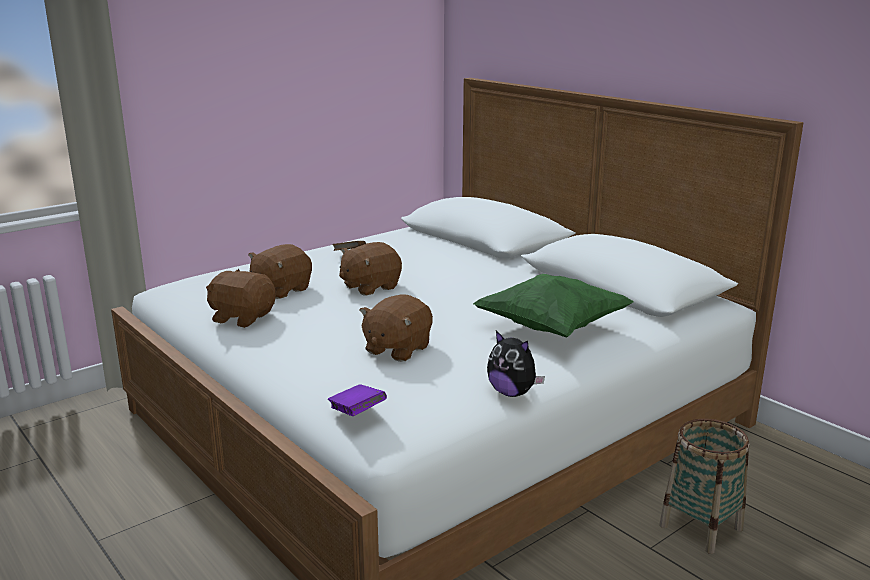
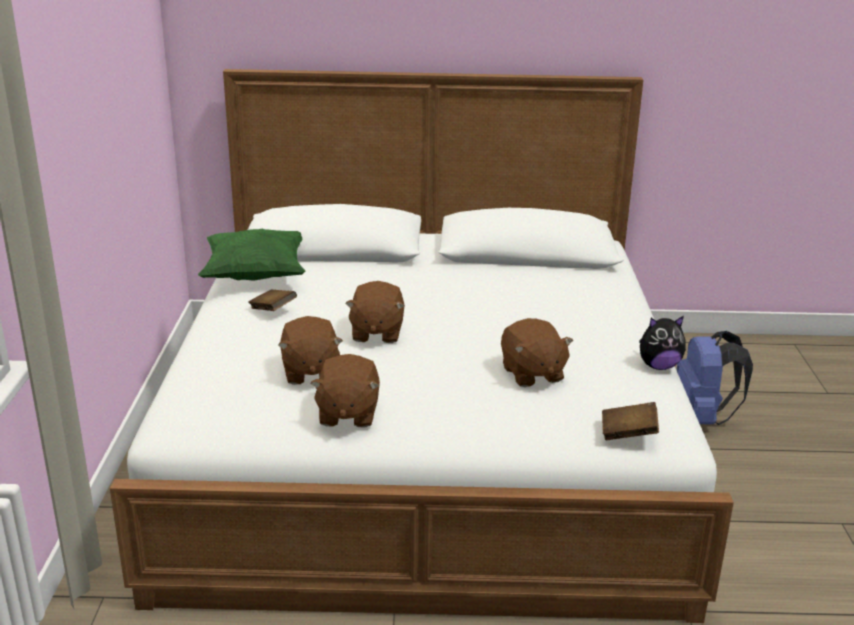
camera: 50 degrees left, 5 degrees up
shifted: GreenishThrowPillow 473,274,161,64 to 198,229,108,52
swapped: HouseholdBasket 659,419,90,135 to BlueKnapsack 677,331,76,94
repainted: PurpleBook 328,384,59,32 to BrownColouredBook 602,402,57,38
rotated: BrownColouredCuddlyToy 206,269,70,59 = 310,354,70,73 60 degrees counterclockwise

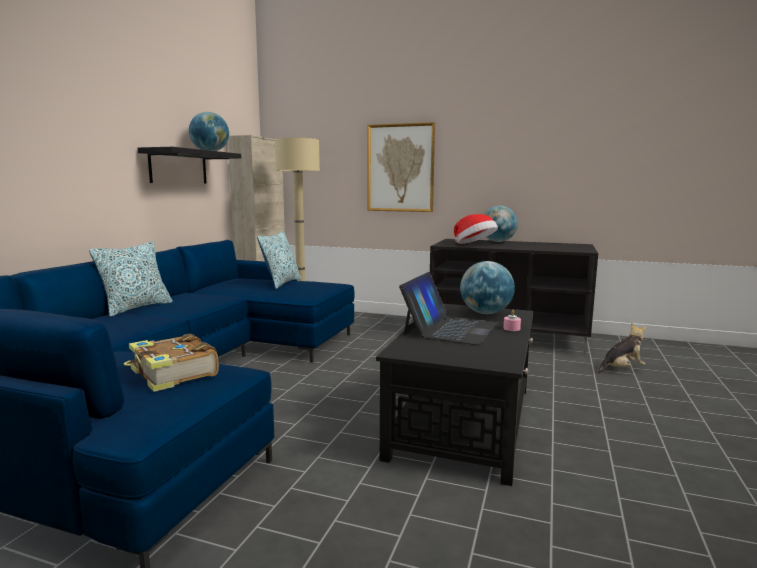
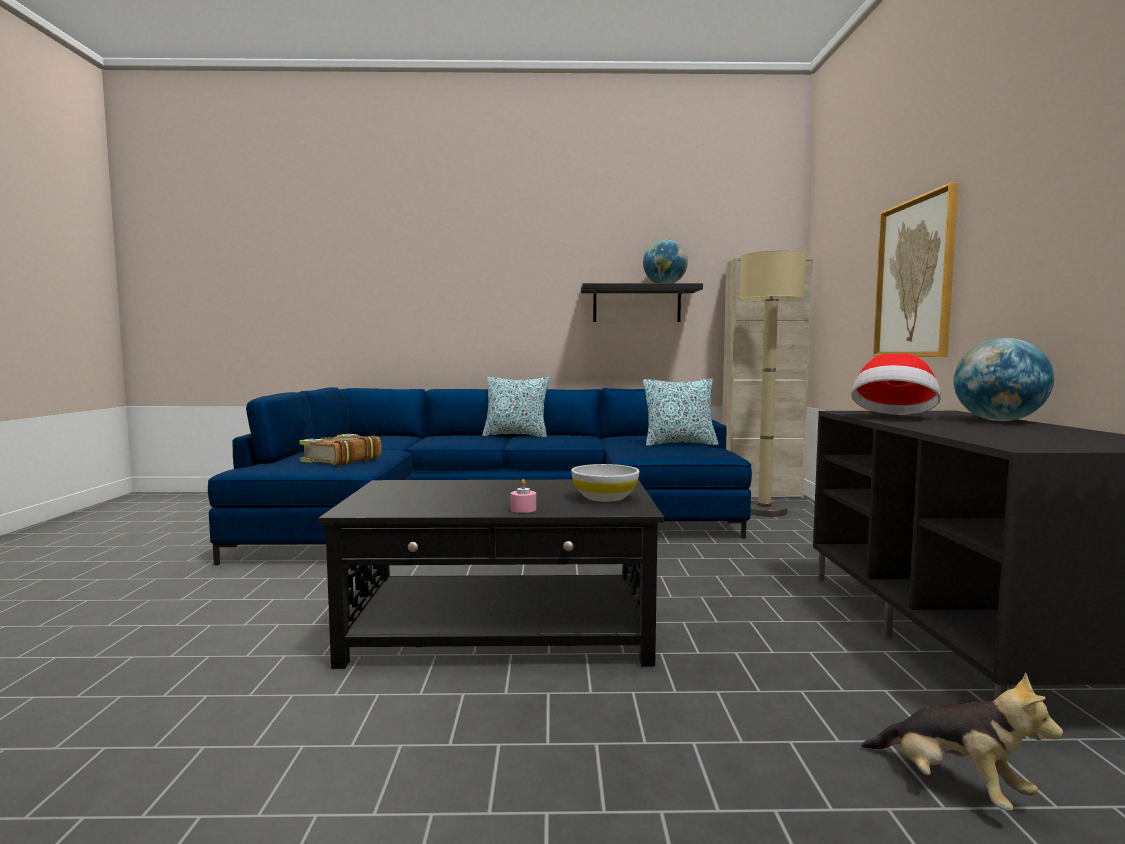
camera: 70 degrees right, 5 degrees down
gone: NotebookComputer 399,272,98,73
swapped: Globe 460,261,55,53 to WhiteColouredDeepDish 571,464,68,38

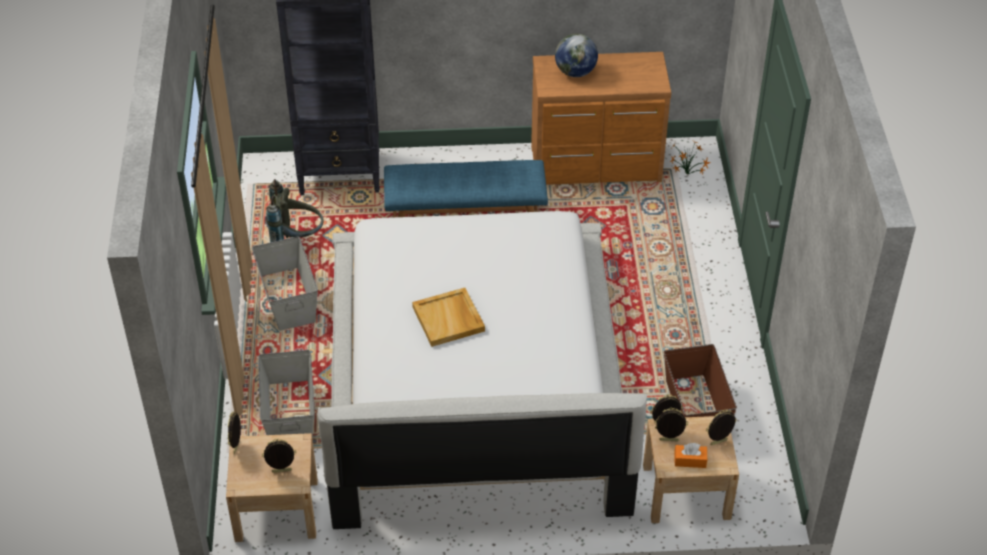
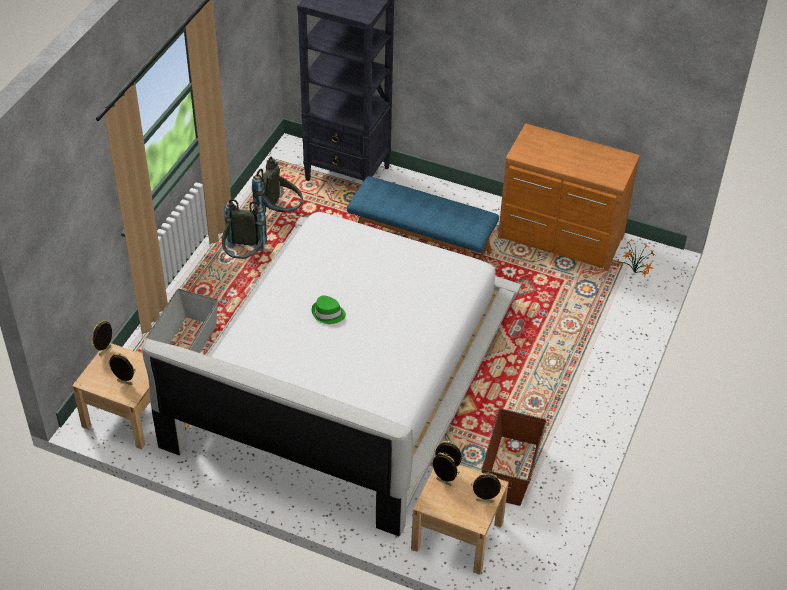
camera: 25 degrees right, 0 degrees up
gone: Globe 555,34,43,43; OrangeBoxOfTissues 675,443,32,25
swapped: GreyishStorageBox 252,236,66,95 to GreyishKnapsack 222,199,45,60; BeigeServingTray 412,288,73,59 to GreenishHat 312,295,34,29

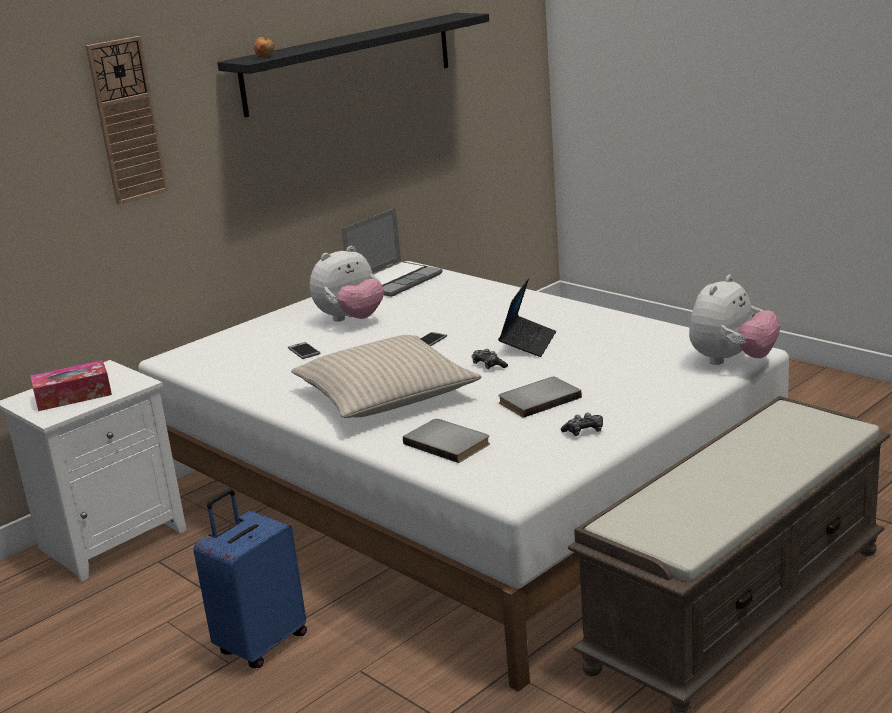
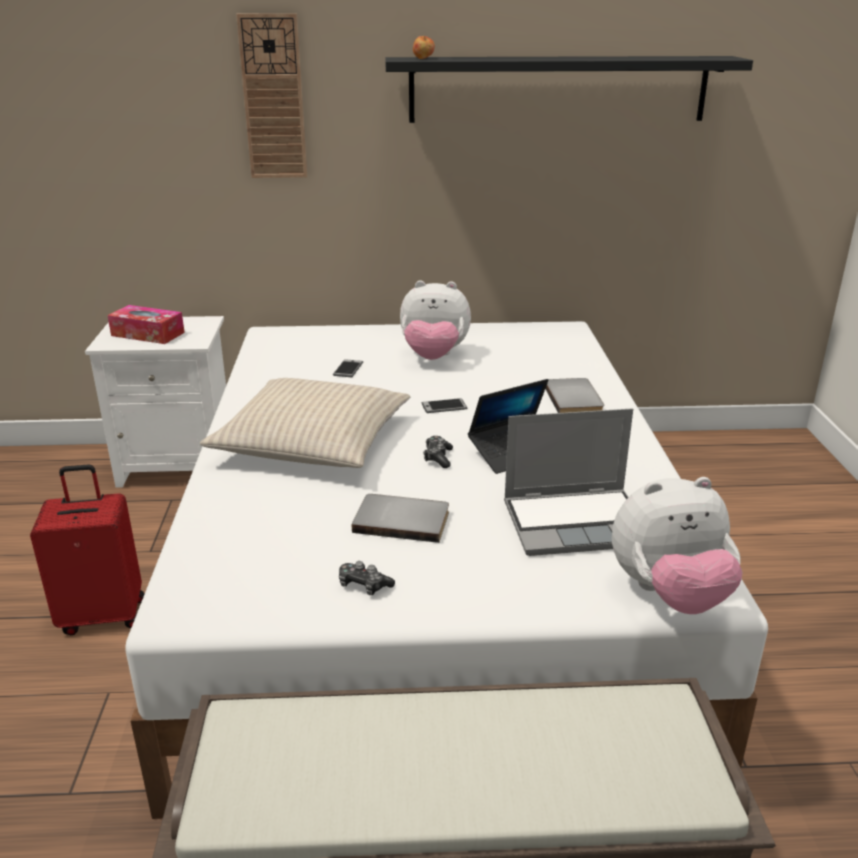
camera: 40 degrees right, 5 degrees up
shifted: NotebookComputer 341,208,101,89 to 504,408,129,148; GreyishBook 403,419,87,44 to 546,378,58,35
repainted: BlueTravelCase 193,488,114,180 to RedColouredTravelCase 30,464,115,171

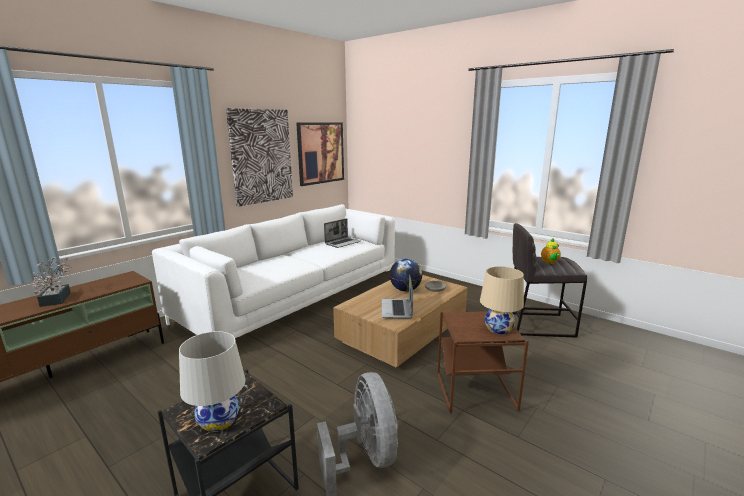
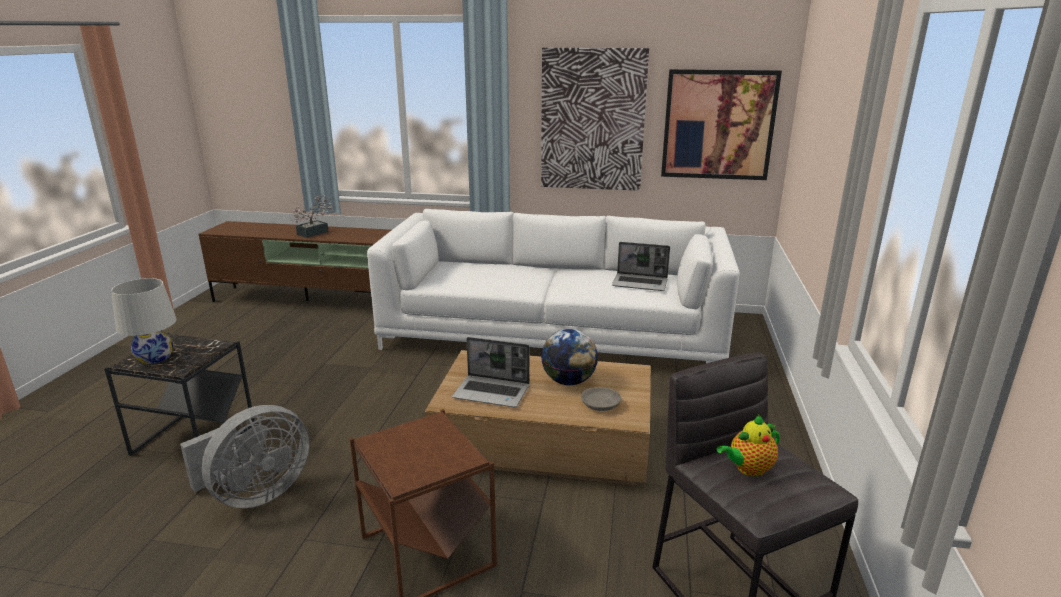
camera: 60 degrees right, 5 degrees up
gone: BeigeTabletopLamp 480,266,44,69
rotated: NotebookComputer 382,275,31,44 = 452,337,78,70 135 degrees counterclockwise

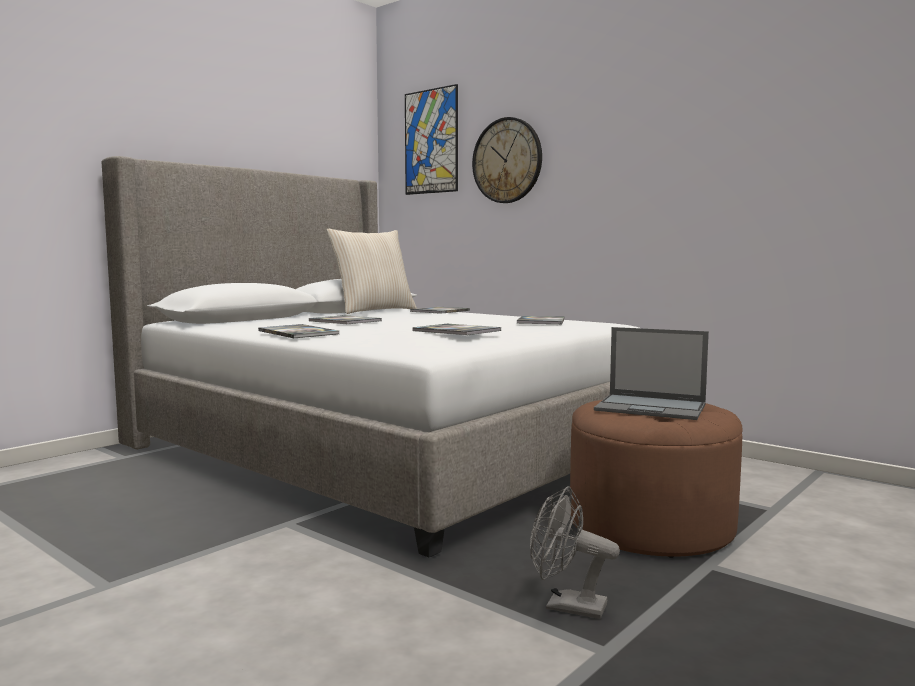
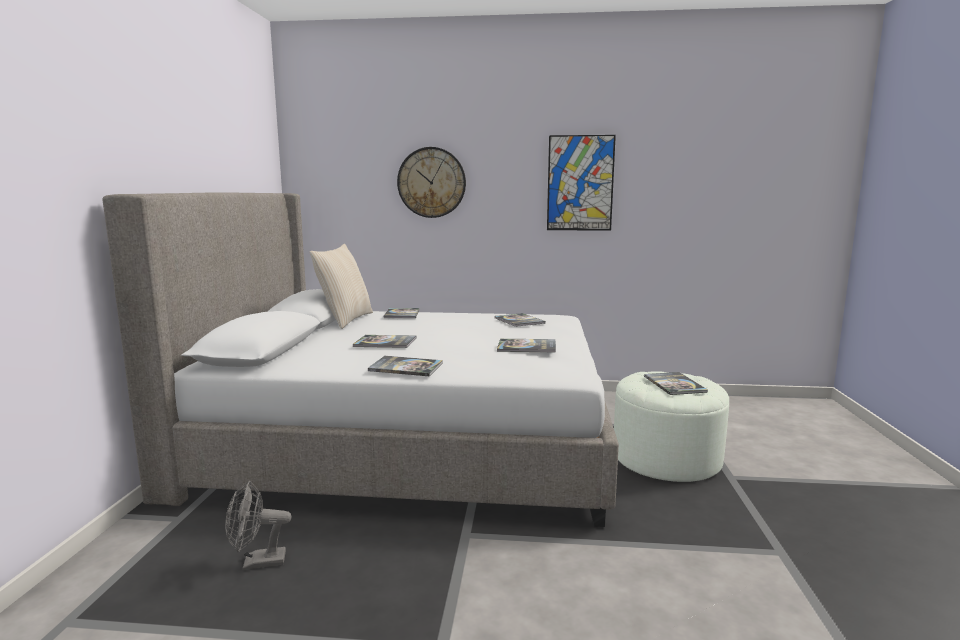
camera: 35 degrees left, 5 degrees up
shifted: WallArt 405,84,53,111 to 547,135,69,96; GreyishFan 530,486,90,133 to 225,481,66,89
swapped: NotebookComputer 594,327,115,93 to Book 644,372,64,23
repainted: BrownColouredFootrest 570,400,173,158 to WhiteColouredFootrest 614,371,115,111

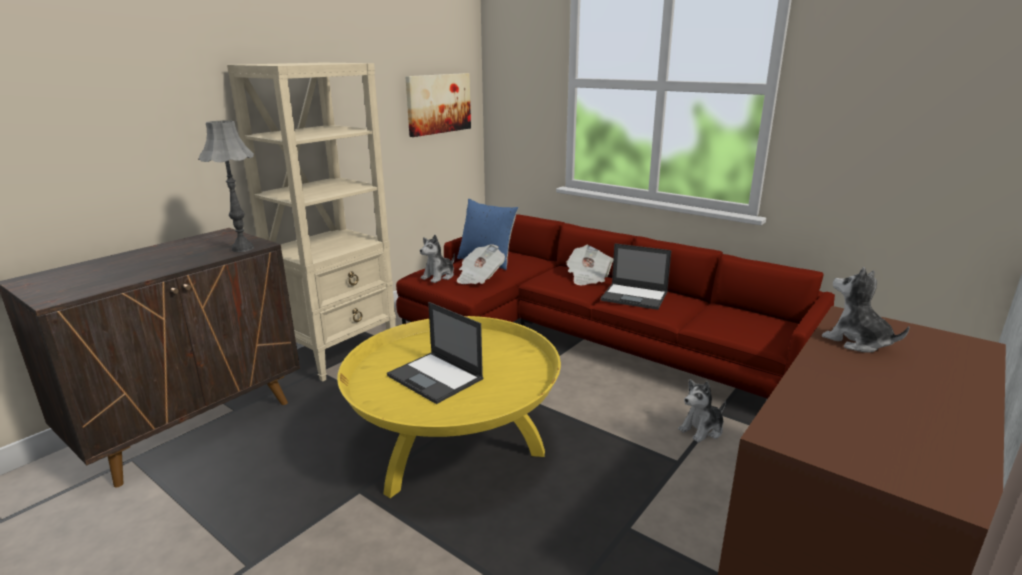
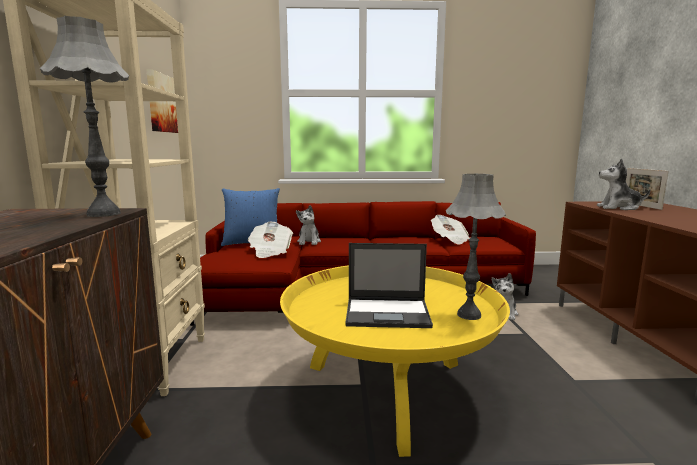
camera: 40 degrees left, 10 degrees down
gone: NotebookComputer 600,243,71,67
new: GreyishTabletopLamp 446,174,60,146; PictureFrame 626,168,43,42
shifted: CuddlyToy 420,235,35,48 to 296,205,25,40; DailyPaper 566,244,47,41 to 431,215,39,30

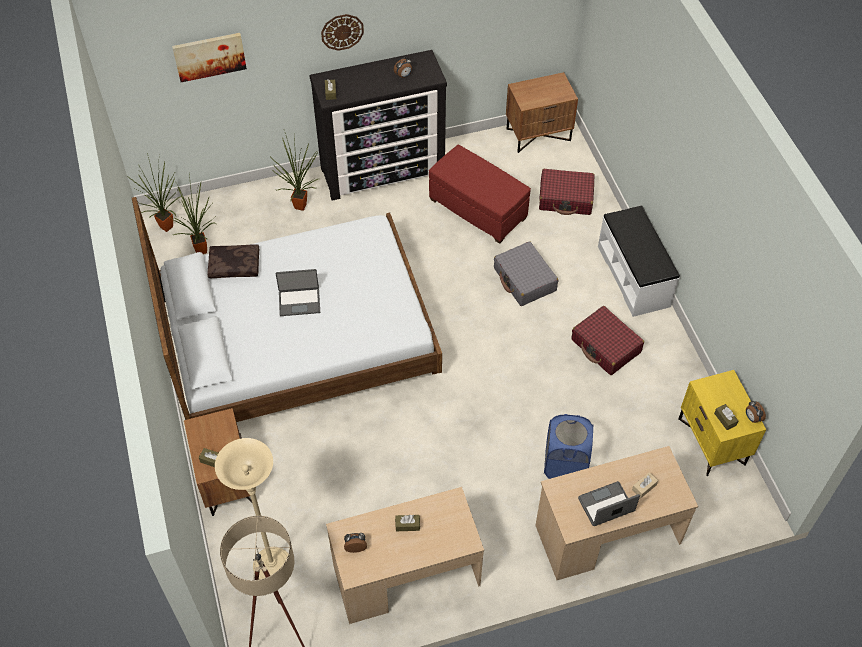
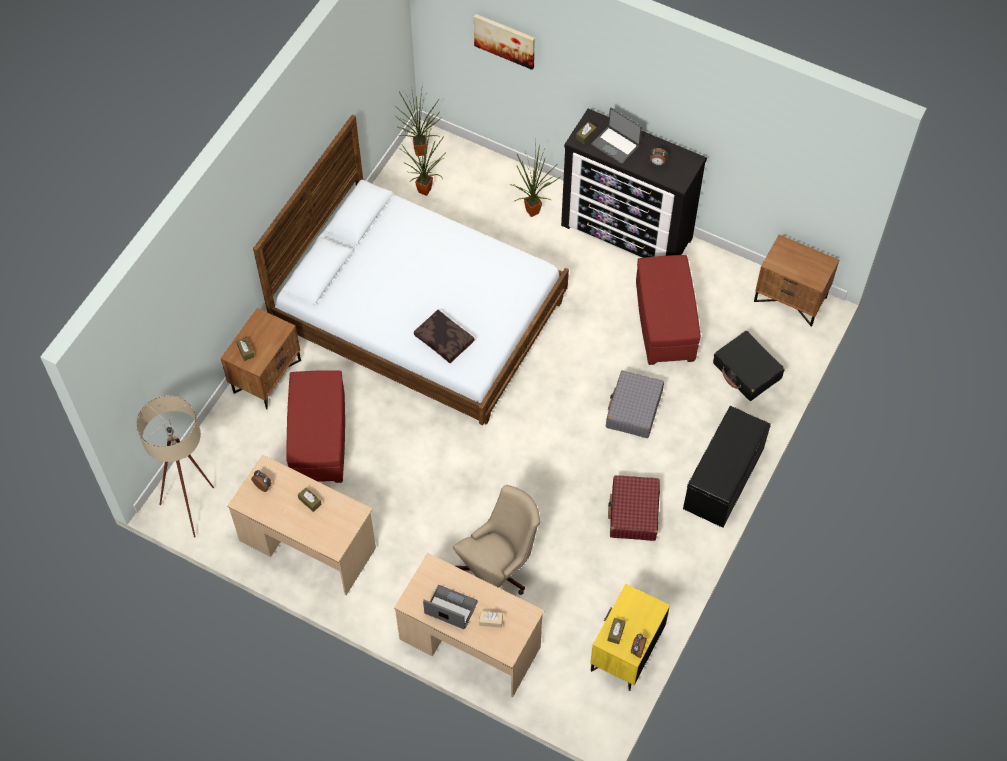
camera: 45 degrees right, 5 degrees up
gone: BeigeFloorLamp 215,438,73,142; ClockOnTheWall 321,14,43,37
new: RedColouredFootrest 287,370,58,113
shifted: BrownColouredThrowPillow 207,244,52,34 to 414,310,60,53; NotebookComputer 276,269,44,47 to 591,107,51,57
swapped: BlueHamper 544,414,49,65 to BeigeOfficeChair 453,485,87,110
repainted: RedColouredTravelCase 539,169,56,46 to BlackishTravelCase 713,331,72,70; WhiteColouredIndoorBench 598,205,82,112 to BlackishIndoorBench 683,406,88,122

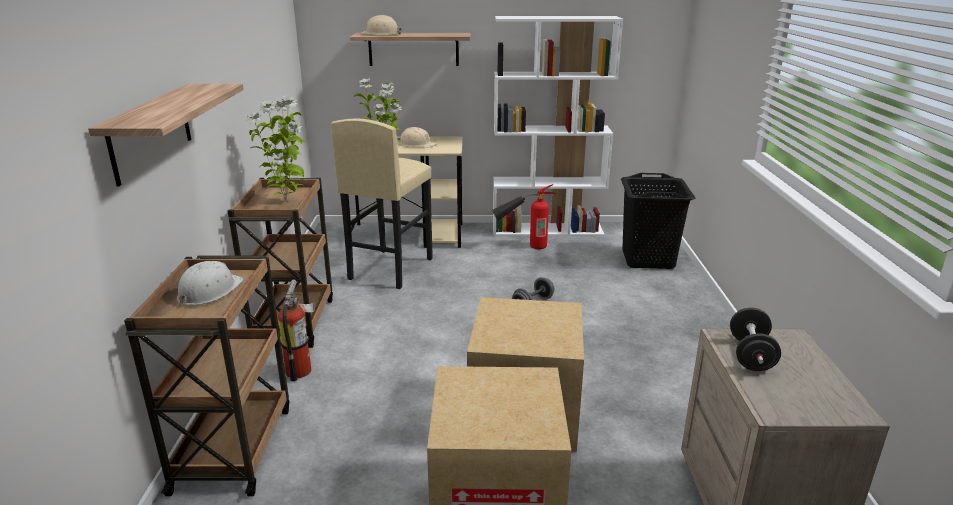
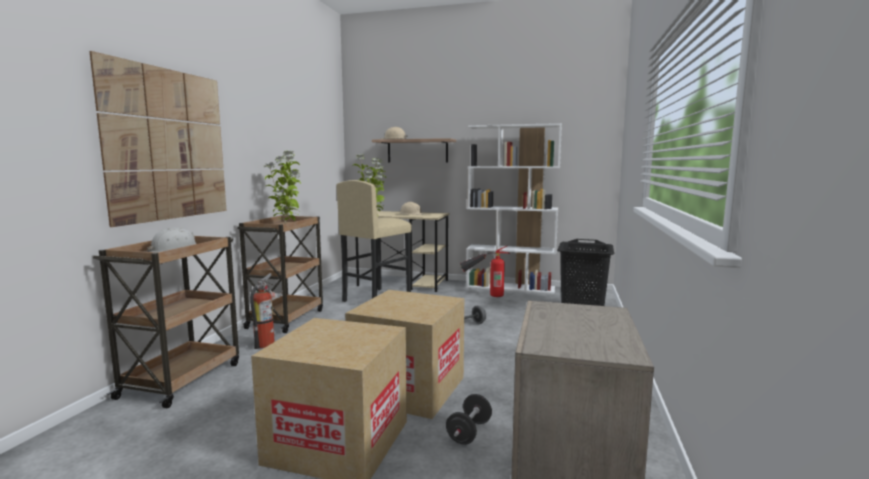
camera: 15 degrees right, 15 degrees down
shifted: BlackishFreeWeight 730,308,51,63 to 446,394,46,51
swapped: WallShelf 88,84,156,102 to WallArt 89,51,138,176

